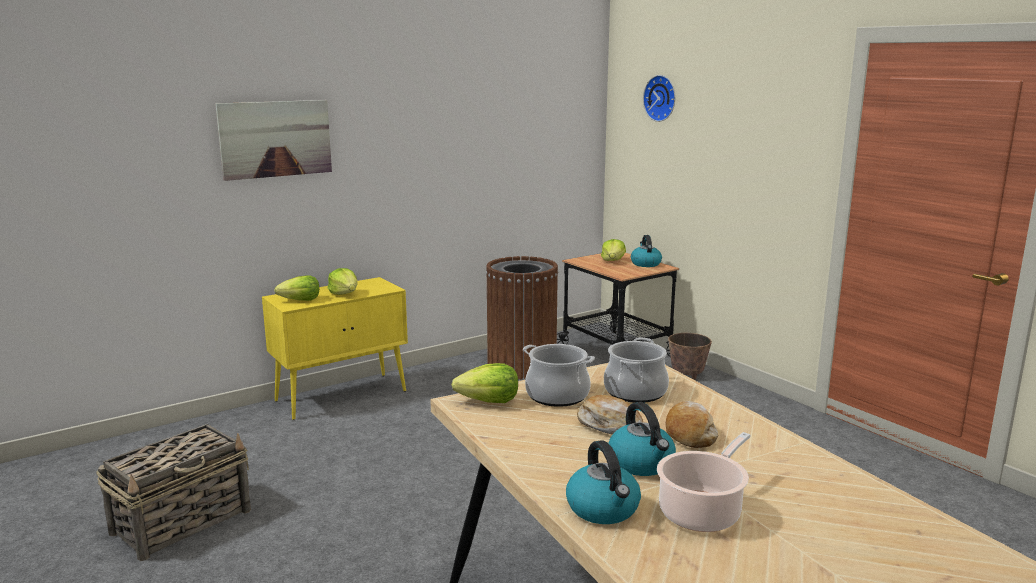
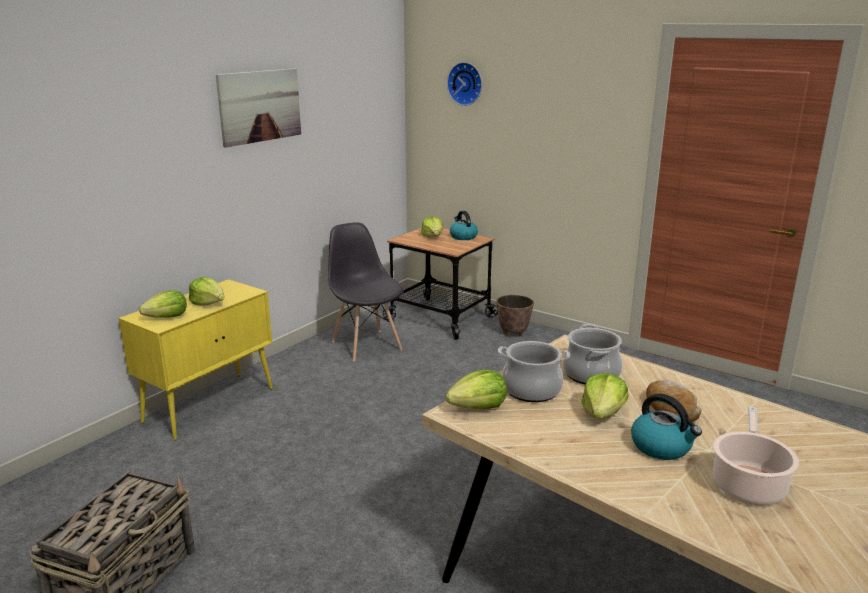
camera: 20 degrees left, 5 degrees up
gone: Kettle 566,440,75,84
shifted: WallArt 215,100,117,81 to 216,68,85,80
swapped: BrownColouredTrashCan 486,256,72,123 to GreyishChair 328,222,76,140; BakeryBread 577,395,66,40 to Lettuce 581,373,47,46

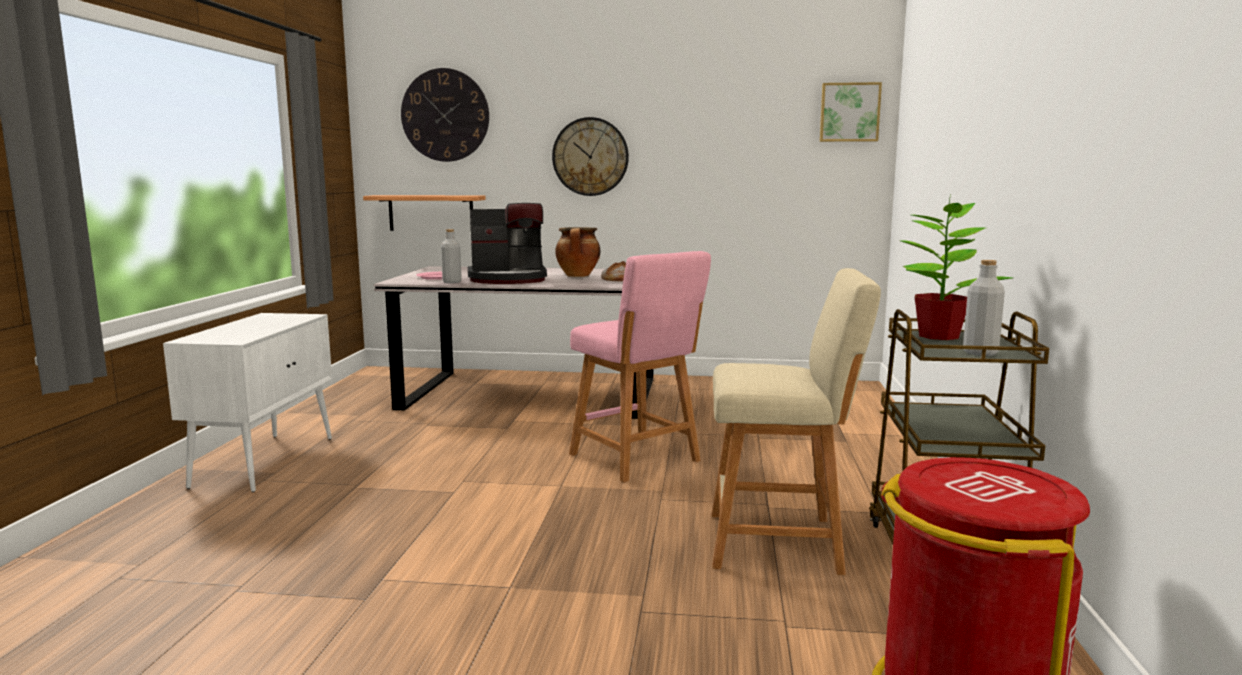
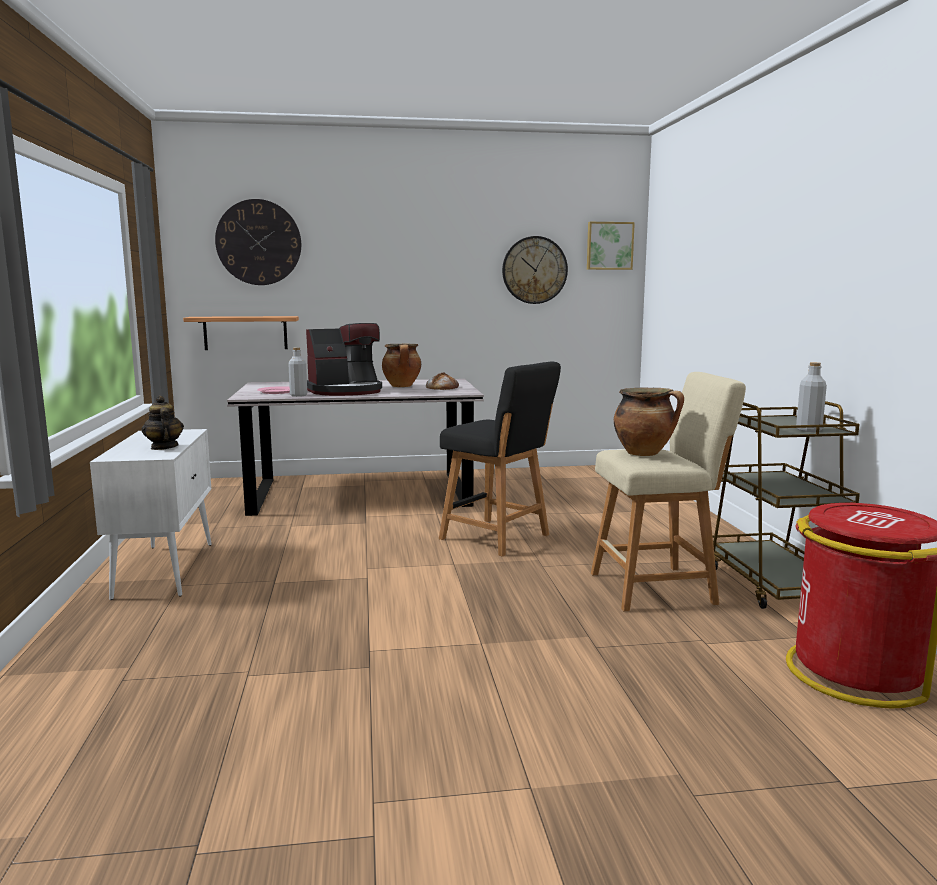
camera: 15 degrees left, 0 degrees up
gone: PlantInAPot 900,195,112,145
new: TeaPot 142,396,42,54; Saucepot 614,388,70,68
shifted: ClockOnTheWall 552,117,77,79 to 502,236,66,68
repainted: PinkishSittingStool 569,251,142,231 to BlackishSittingStool 439,362,122,195

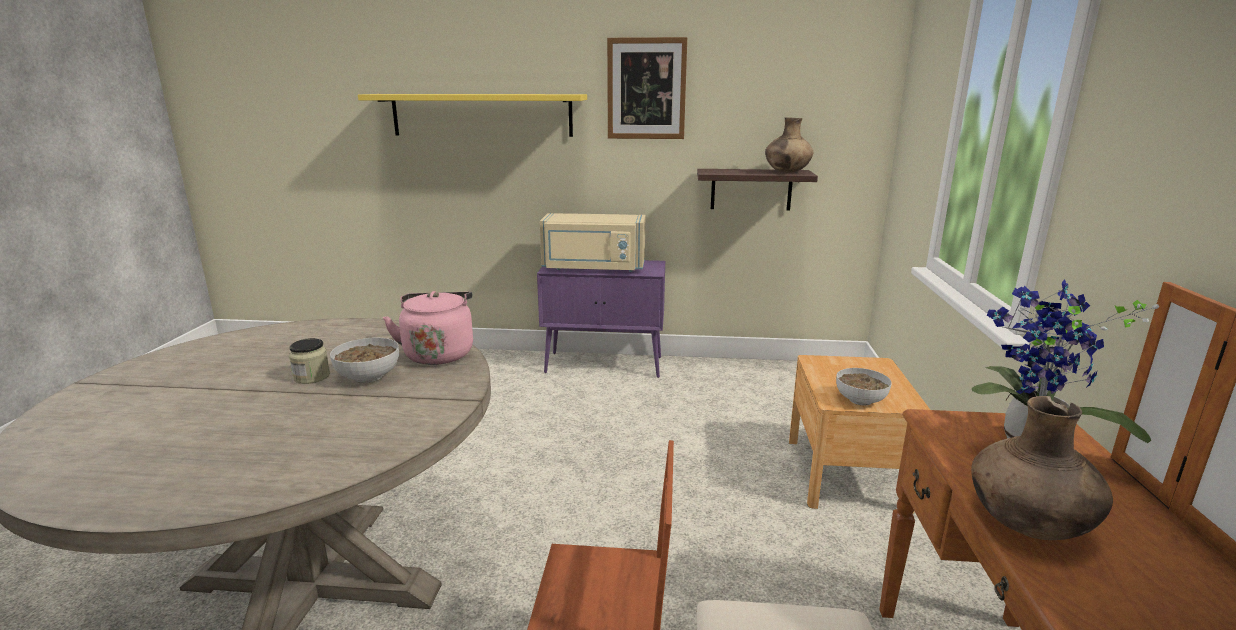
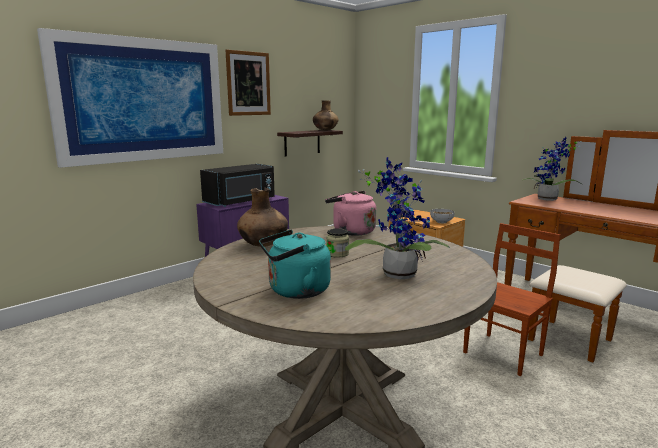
camera: 50 degrees left, 5 degrees down
gone: DeepDish 330,338,69,45
new: TurquoiseKettle 259,230,72,69; PlantInAPot 345,157,105,122
shifted: BrownColouredDecorativeVase 971,396,142,144 to 237,188,51,59
swapped: YellowColouredWallShelf 358,94,229,43 to WallArt 37,28,186,140
repainted: BeigeKitchenMicrowave 540,213,105,59 to BlackishKitchenMicrowave 200,164,75,43

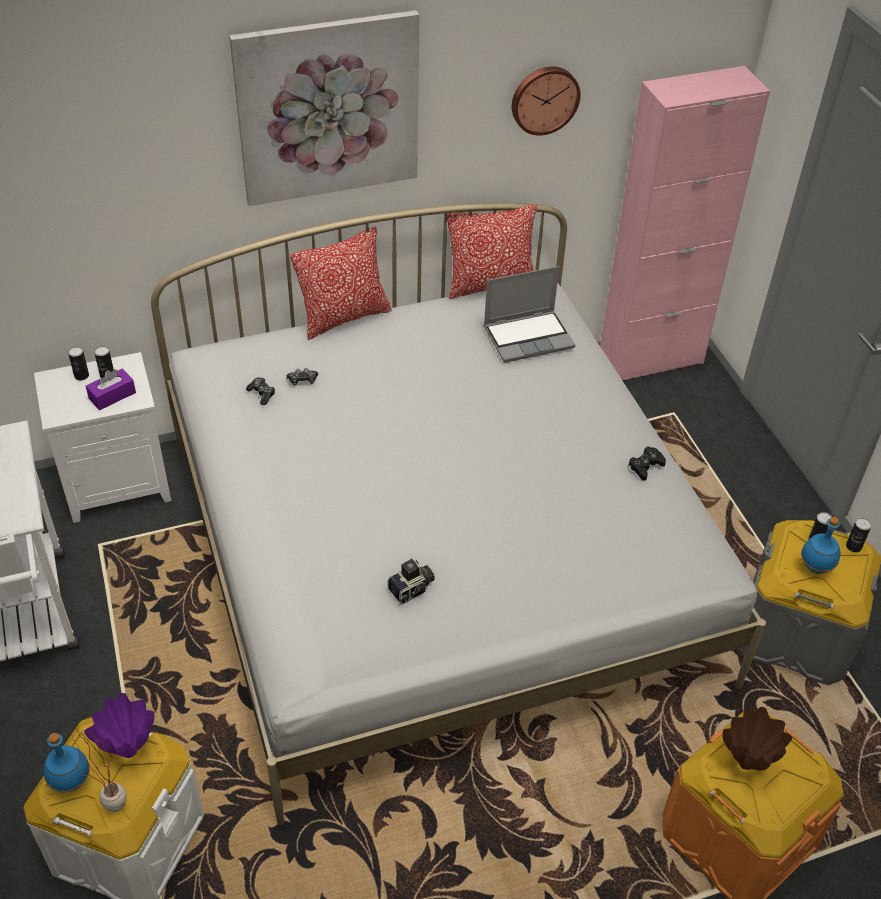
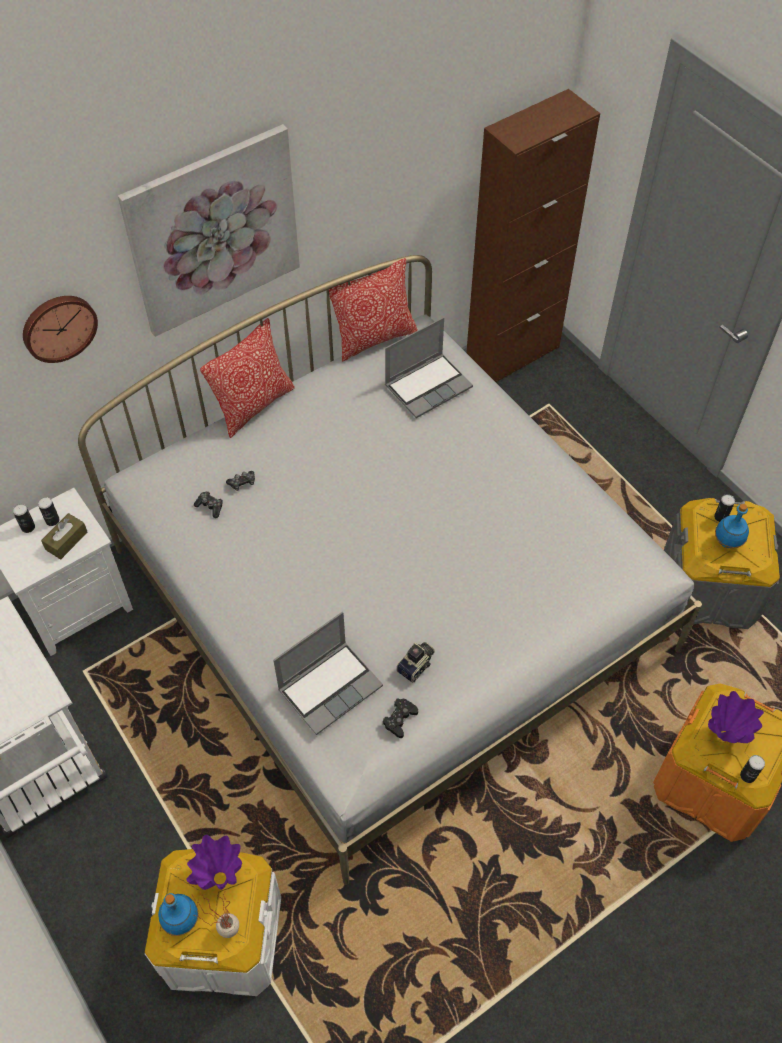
camera: 15 degrees left, 10 degrees up
new: NotebookComputer 273,612,110,123
shifted: ClockOnTheWall 512,67,69,69 to 23,296,75,67; BlackishJoypad 628,446,38,35 to 383,698,35,40; SealedCan 846,518,26,34 to 740,755,25,28
repainted: PurpleBoxOfTissues 86,369,50,41 to BrownColouredBoxOfTissues 41,513,47,46; PinkishStorageCabinet 600,66,170,315 to BrownColouredStorageCabinet 466,89,134,293; BrownColouredDecorativeVase 722,707,71,63 to PurpleDecorativeVase 708,691,56,52

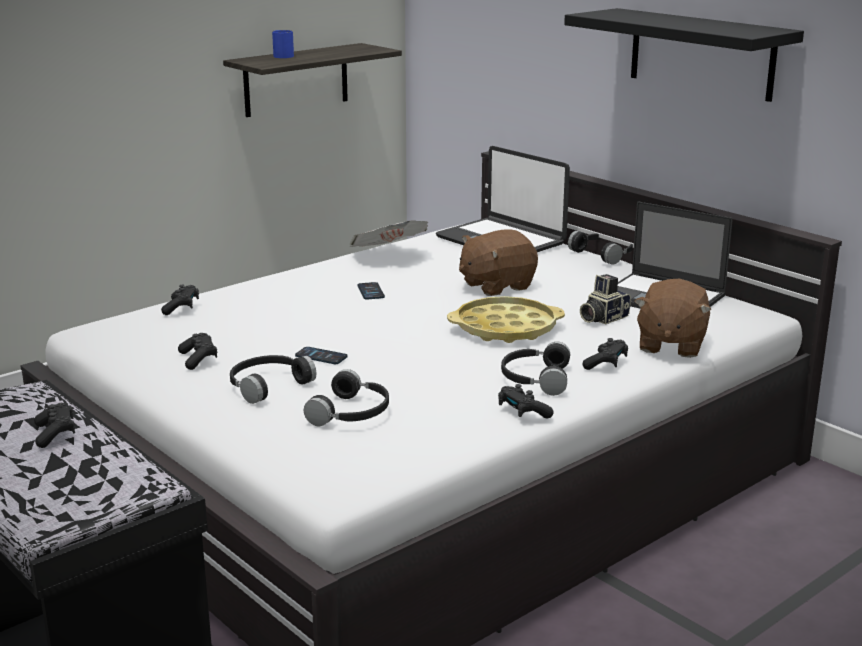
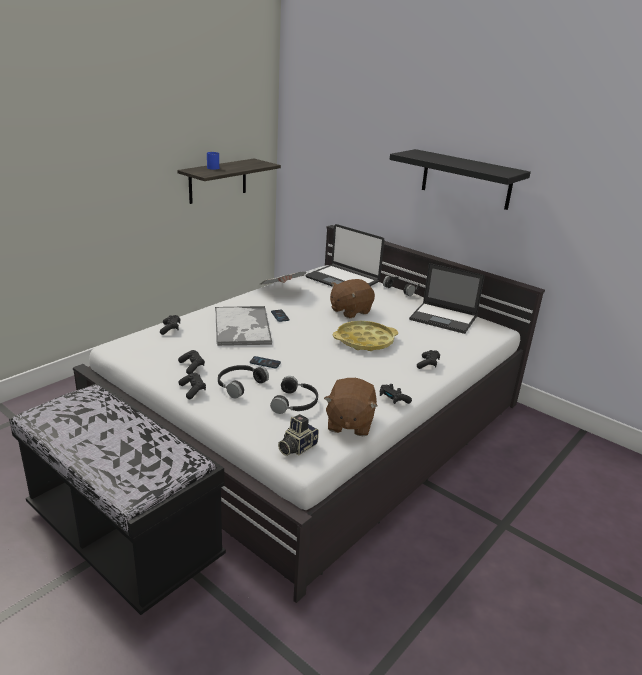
camera: 10 degrees left, 5 degrees up
gone: BlackishHeadset 501,342,70,54
new: ServingTray 215,306,57,40
shifted: BlackishJoypad 34,403,41,45 to 178,373,28,26; PhotoCamera 580,274,51,51 to 278,414,41,42; BrownColouredCuddlyToy 635,279,76,79 to 324,378,54,58

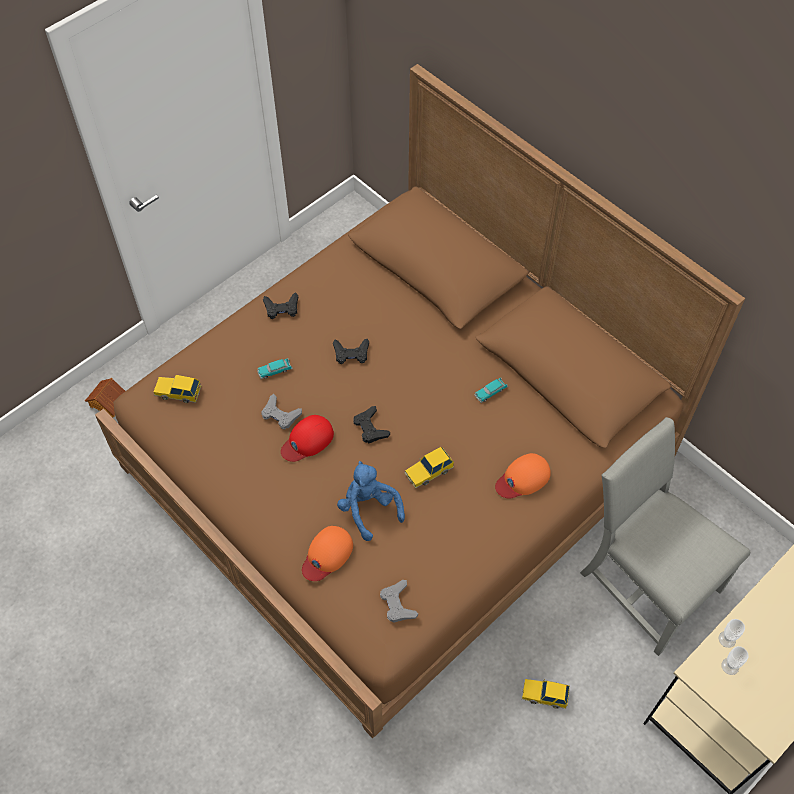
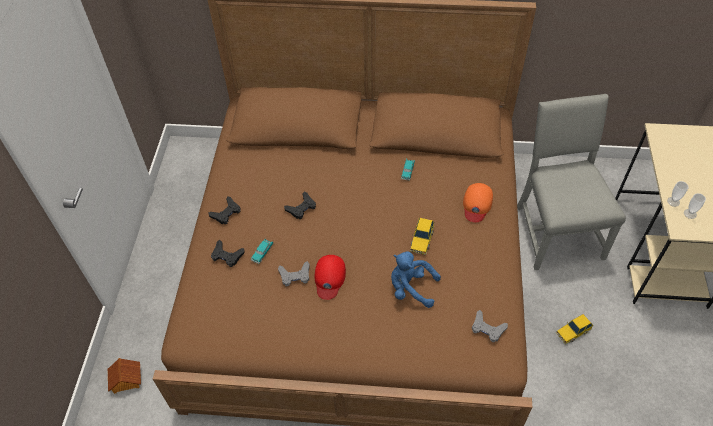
camera: 40 degrees left, 5 degrees down
gone: ModelCar 154,375,48,28; OrangePeakedCap 302,526,51,55
shifted: BlackishJoypad 353,406,37,37 to 211,240,34,27
rotated: GreyishChair 580,417,170,239 = 517,94,109,176 75 degrees clockwise

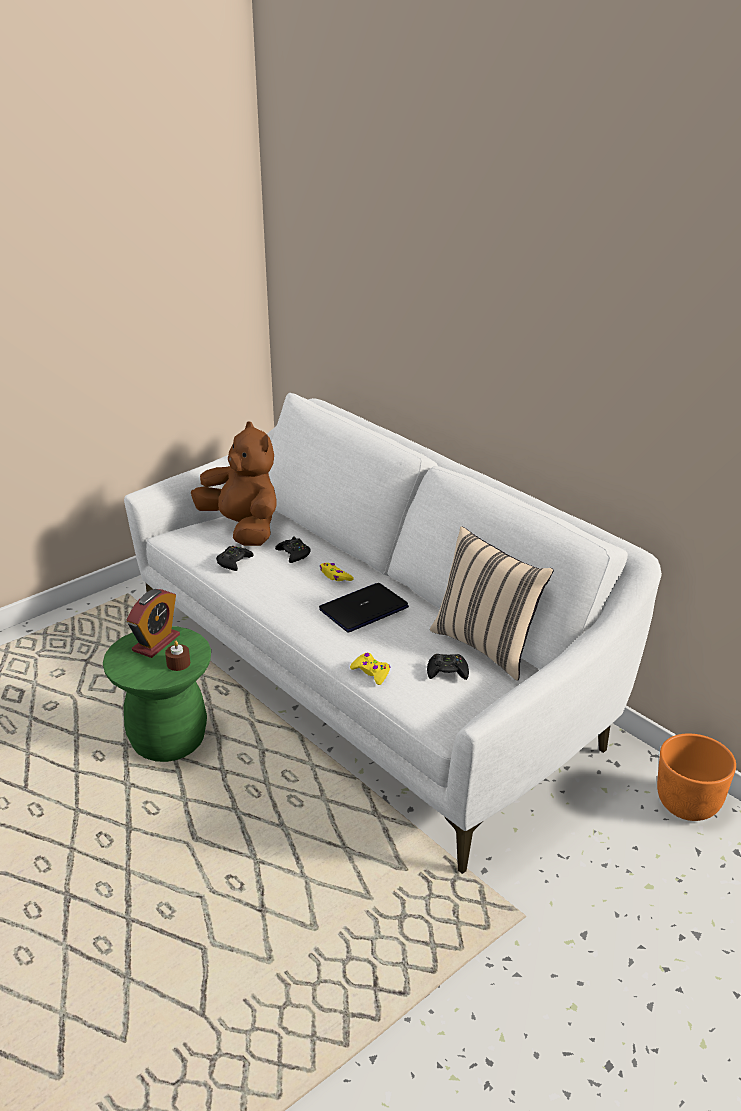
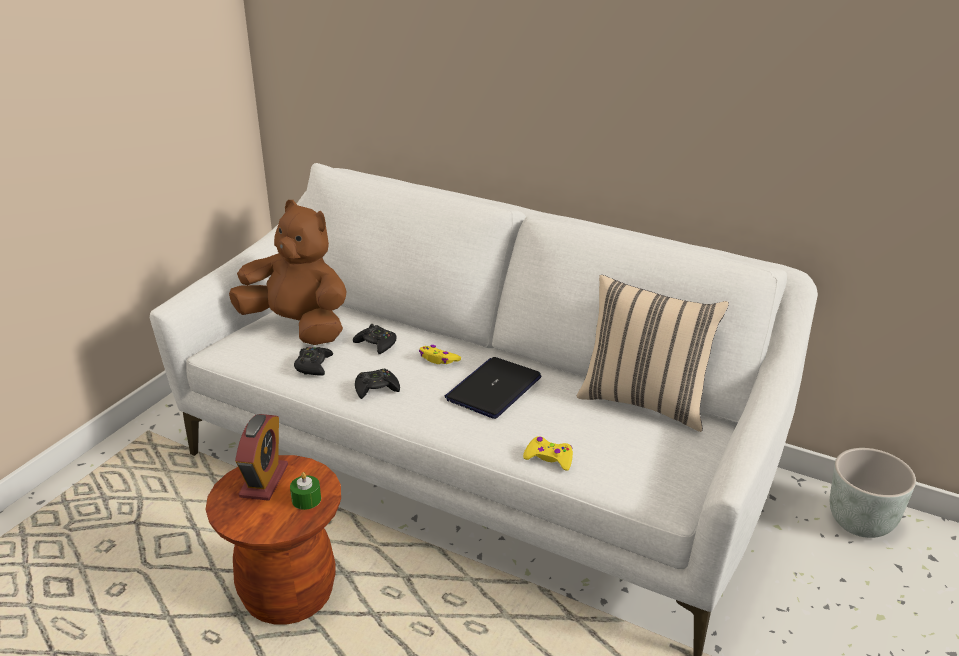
camera: 20 degrees left, 0 degrees up
shifted: BlackishJoypad 427,654,42,26 to 355,369,45,30
repainted: GreenishSittingStool 103,626,108,136 to BrownColouredSittingStool 206,455,135,170; BrownColouredWaxLight 165,641,25,30 to GreenishWaxLight 290,472,31,38; OrangeFlowerPot 657,734,79,87 to GreyishFlowerPot 830,448,86,90

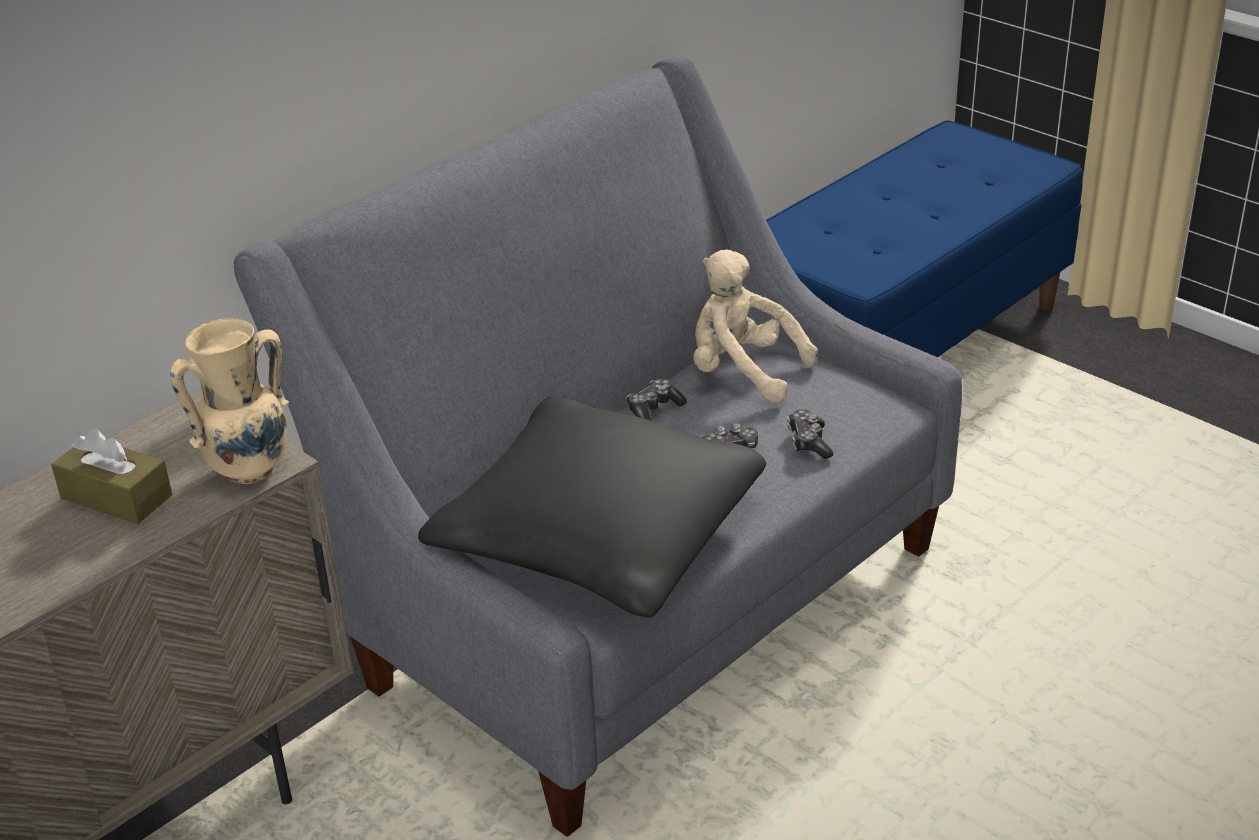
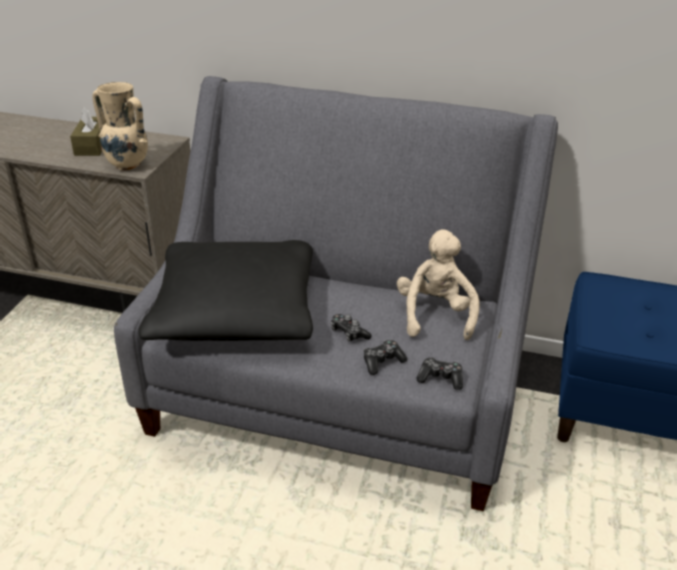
camera: 60 degrees right, 0 degrees up
shifted: Joypad 626,379,61,42 to 416,357,47,33

